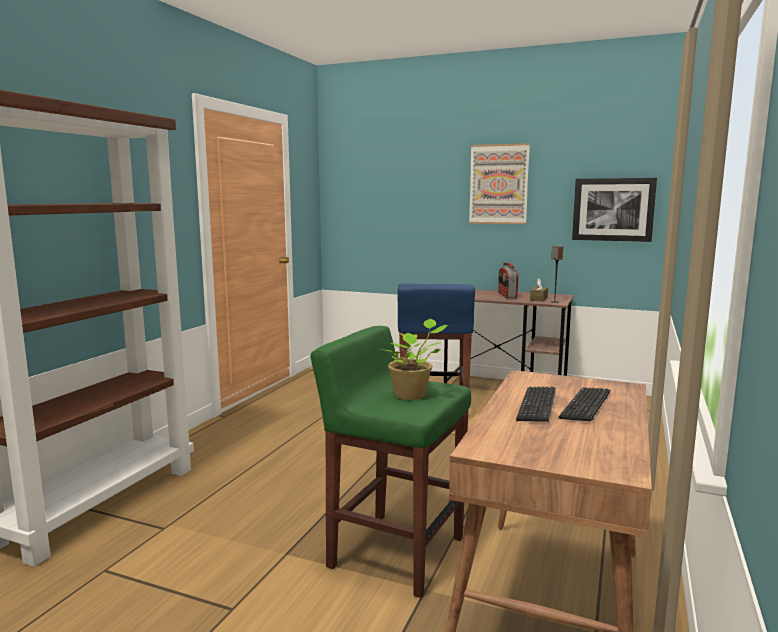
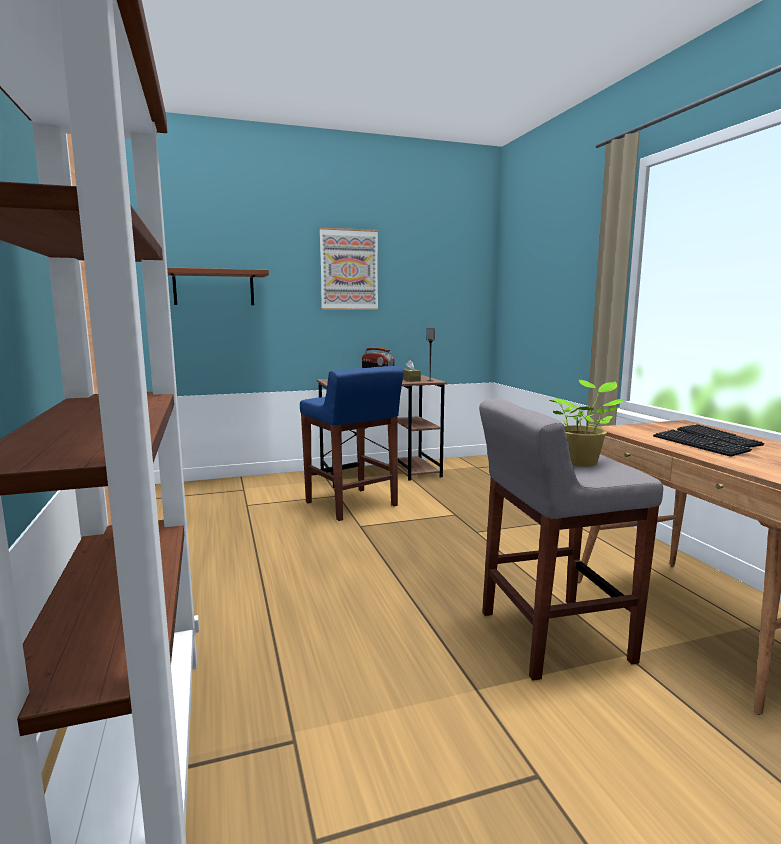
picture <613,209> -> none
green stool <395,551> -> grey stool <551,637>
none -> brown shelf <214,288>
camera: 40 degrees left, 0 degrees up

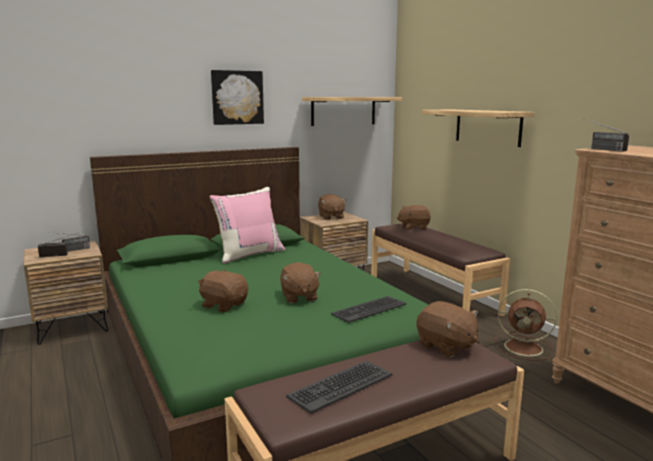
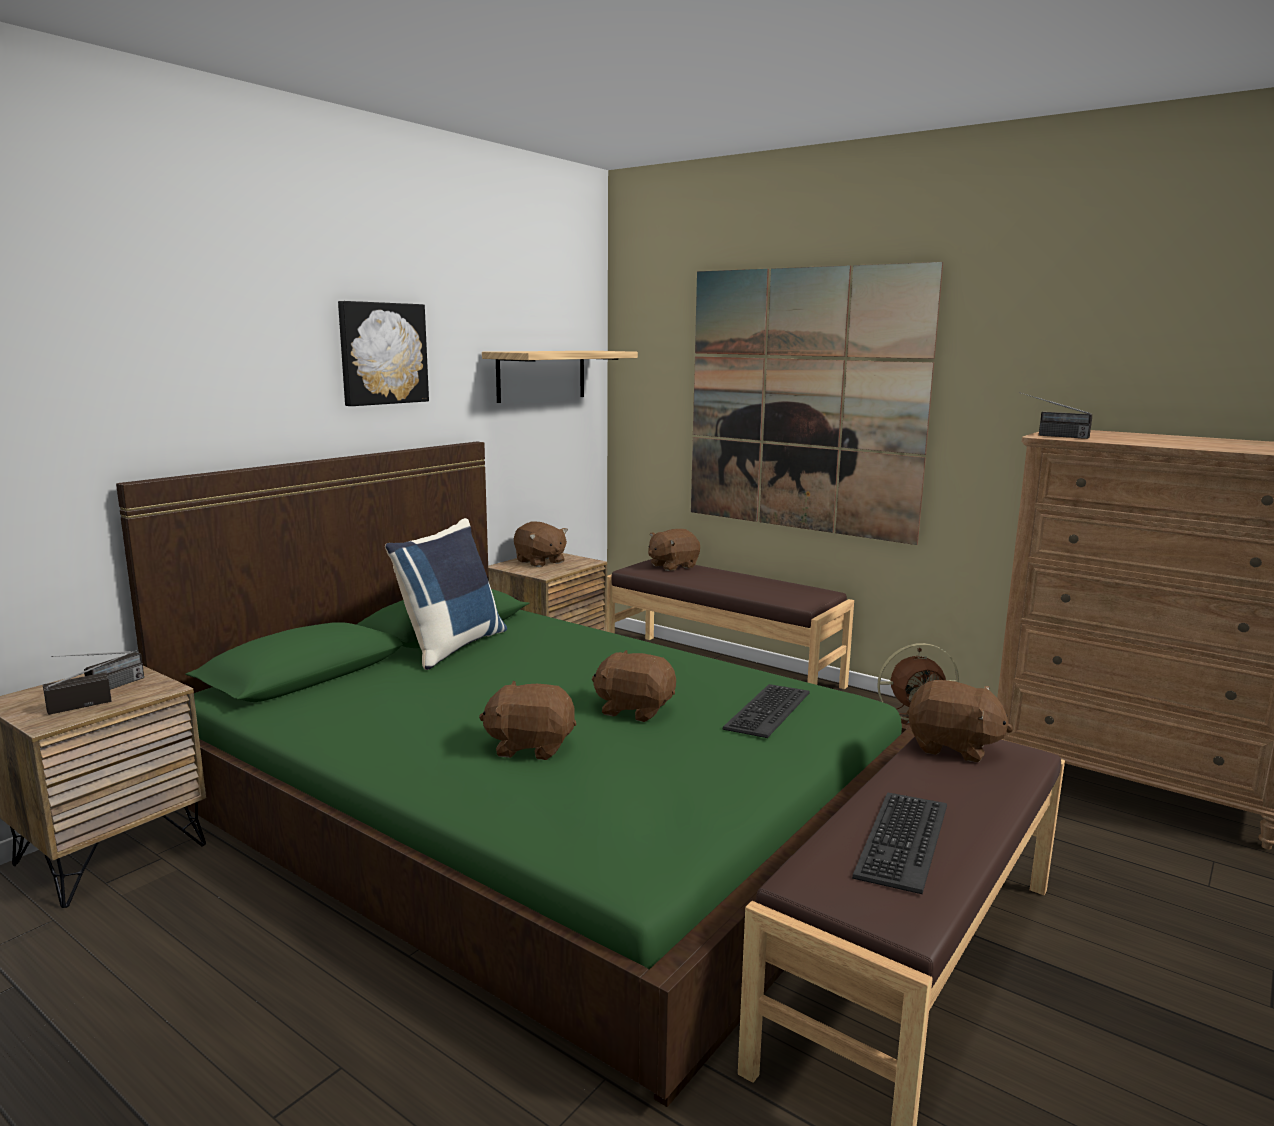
shelf <487,127> -> picture <803,401>
pink pillow <249,254> -> blue pillow <451,646>
brown plush toy <299,297> -> brown plush toy <634,709>, 150 degrees clockwise
camera: 25 degrees left, 0 degrees up

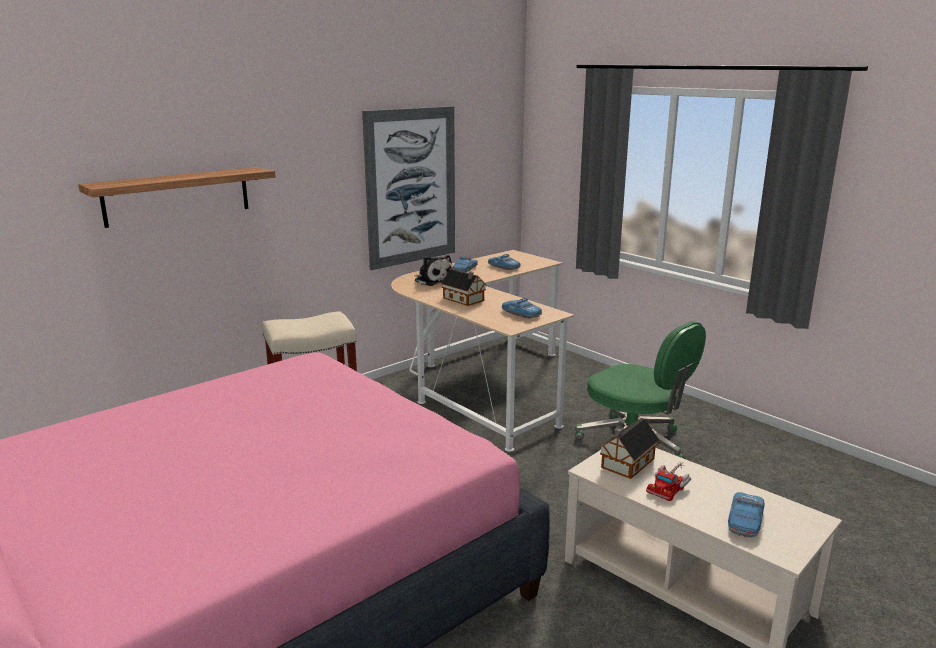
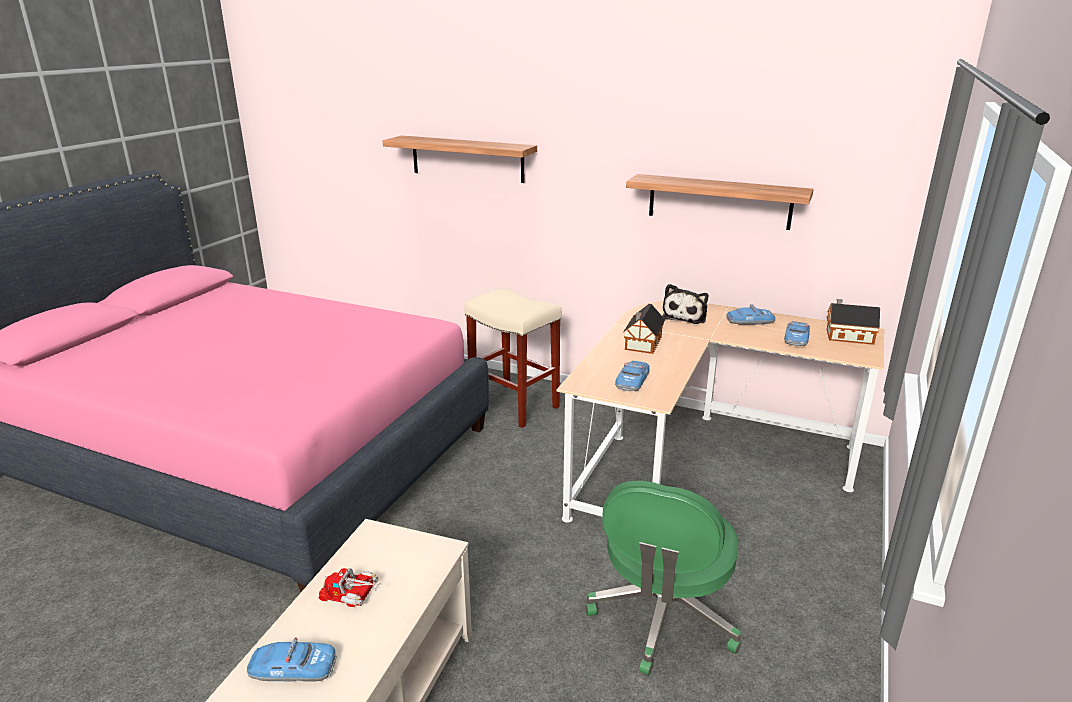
picture <411,187> -> shelf <719,201>
toy house <626,463> -> toy house <847,336>, shifted
camera: 65 degrees right, 5 degrees up

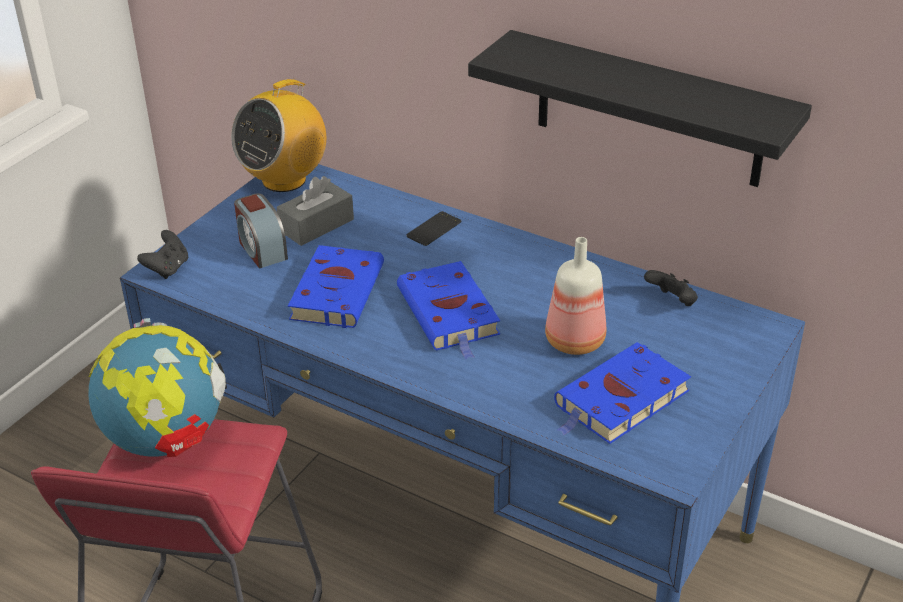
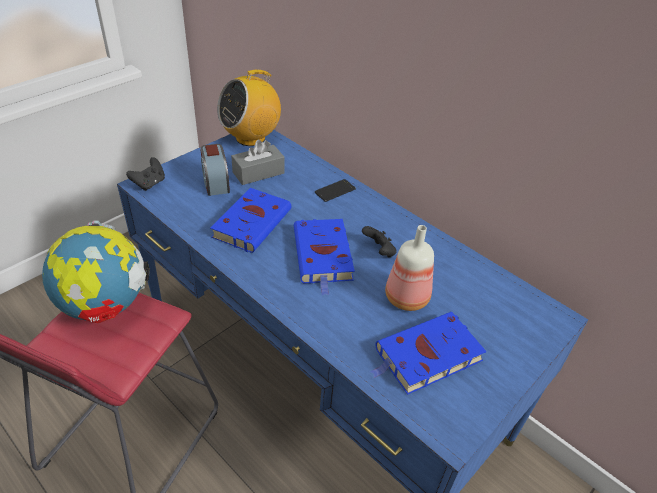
black shelf <649,110> -> none
black game controller <672,302> -> black game controller <379,251>, shifted
camera: 10 degrees right, 5 degrees up

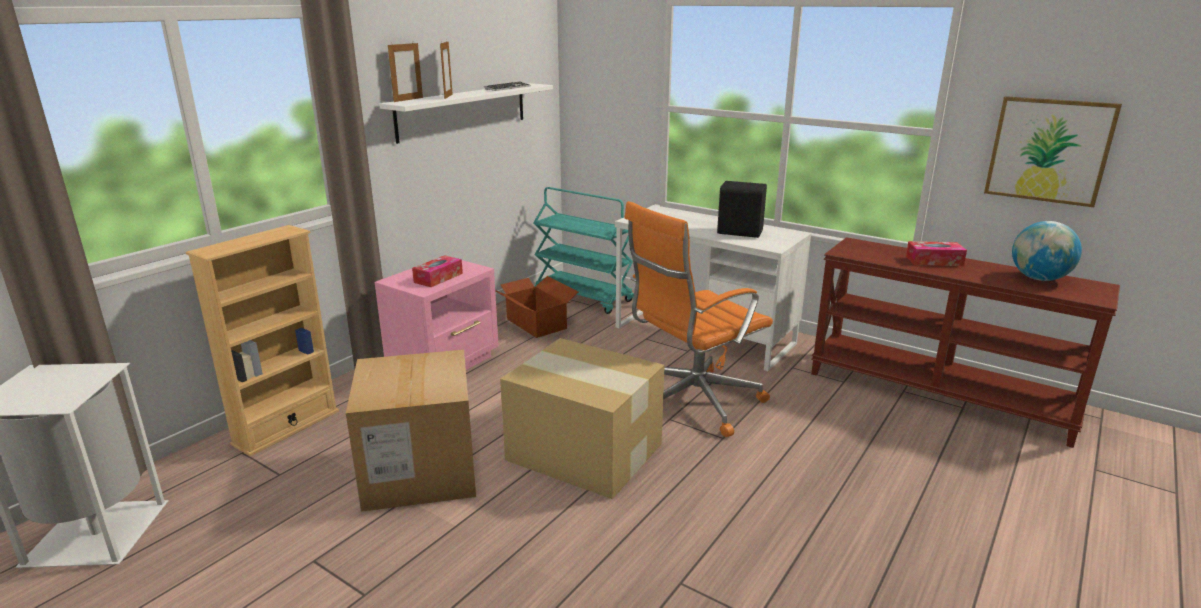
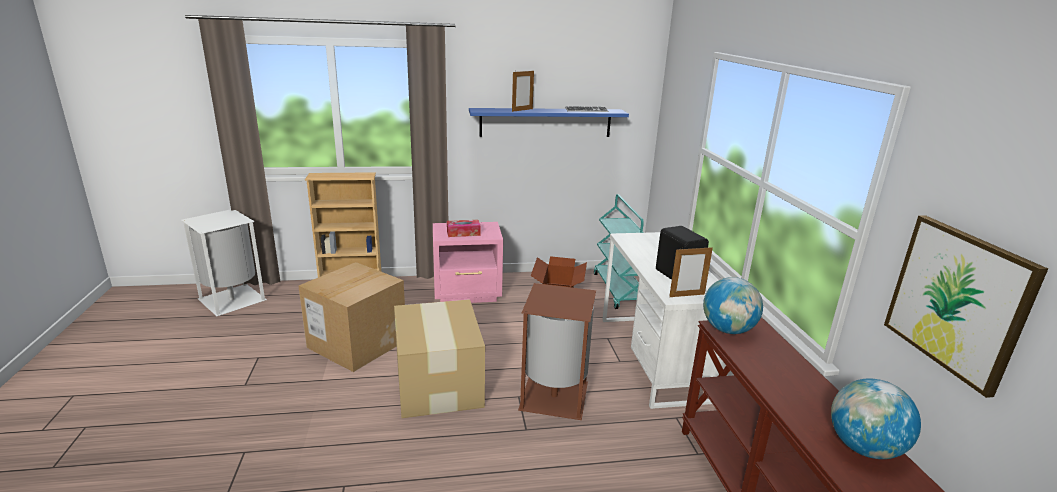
picture frame <408,99> -> picture frame <687,295>, shifted
white shelf <463,111> -> blue shelf <546,122>
orange office chair <692,402> -> brown trash can <553,395>
tissue box <934,261> -> none
none -> globe <728,330>
camera: 45 degrees right, 0 degrees up

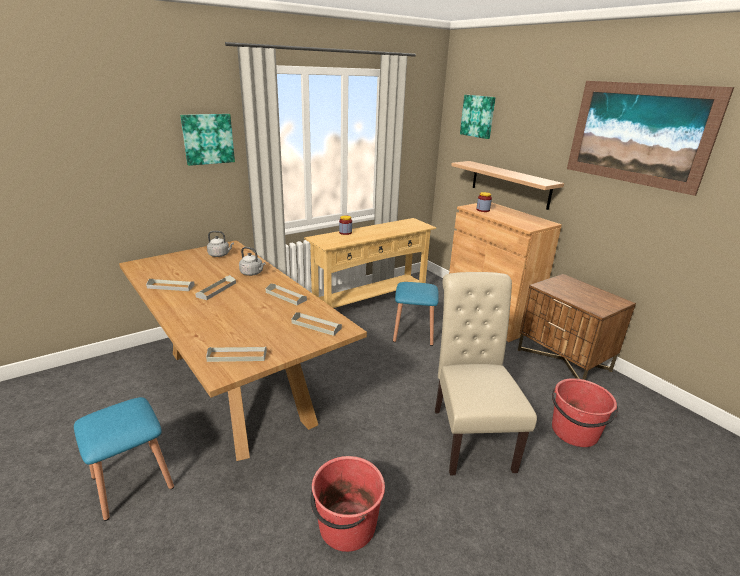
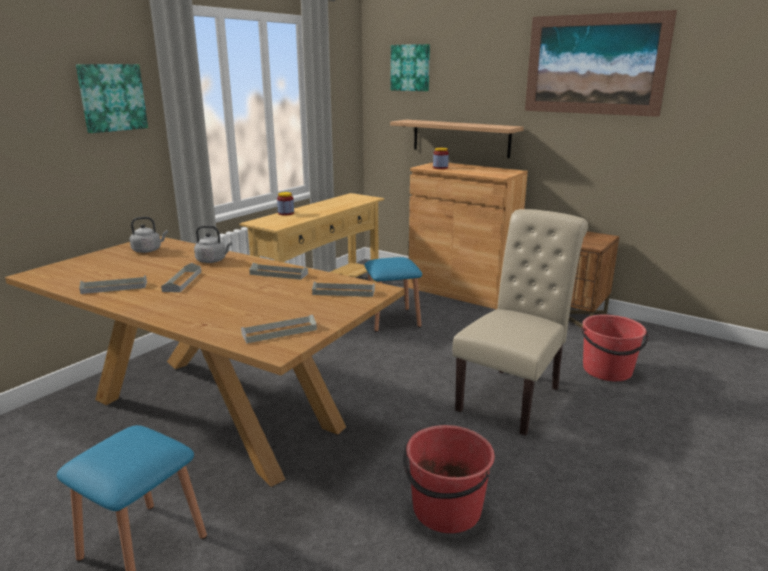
beige chair <469,434> -> beige chair <513,396>, 60 degrees clockwise
camera: 20 degrees left, 5 degrees down

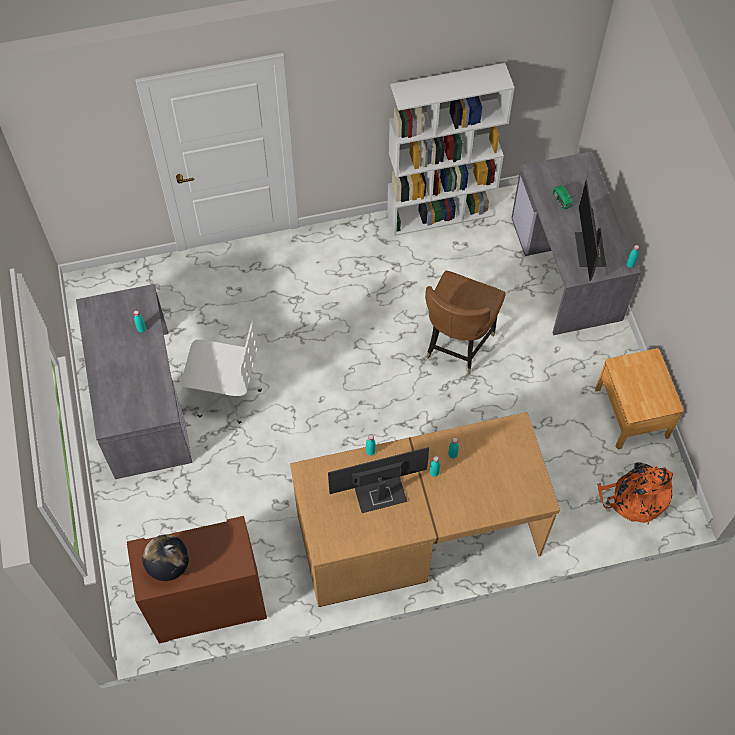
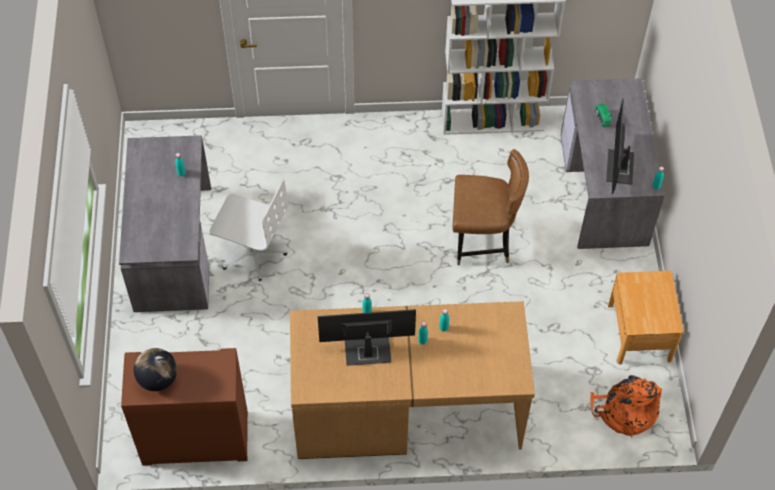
brown chair <457,344> -> brown chair <483,242>, 120 degrees counterclockwise
camera: 10 degrees right, 5 degrees down

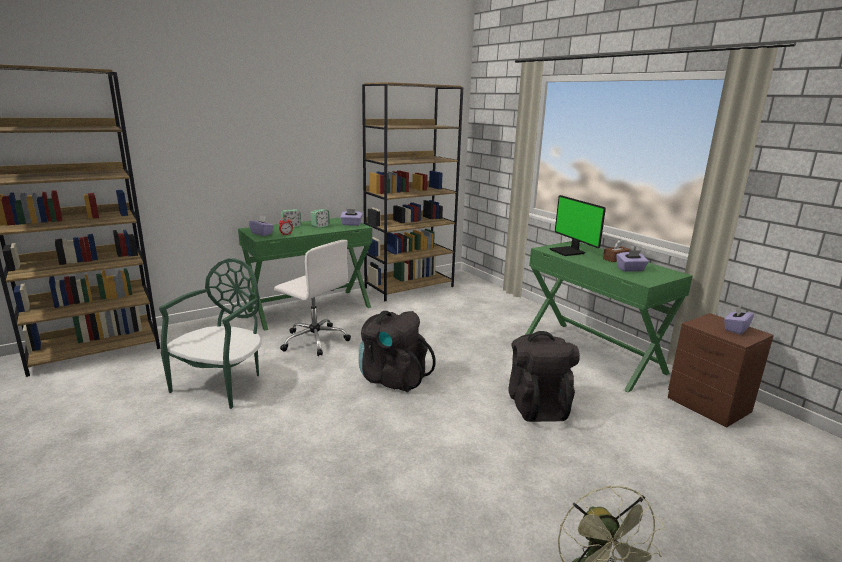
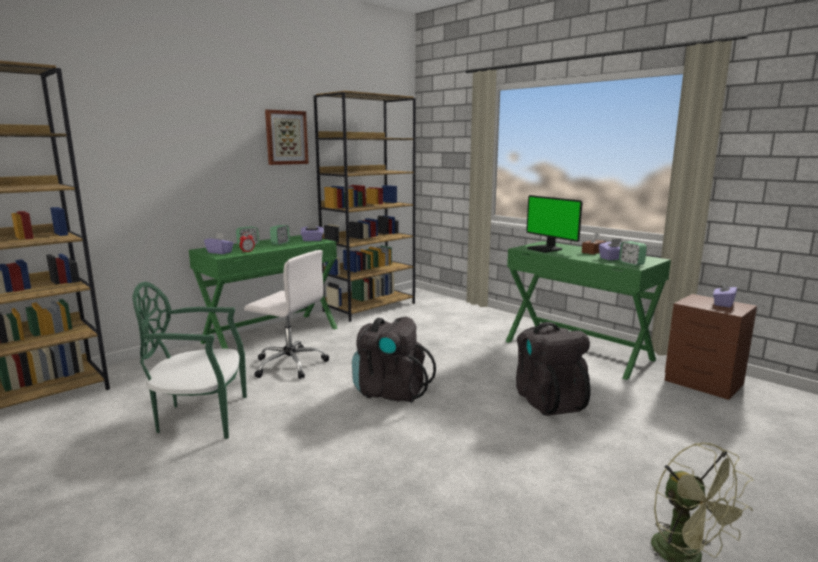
green chair <222,384> -> green chair <200,417>, 105 degrees counterclockwise
none -> picture <286,137>
none -> alarm clock <631,263>
camera: 10 degrees left, 5 degrees down

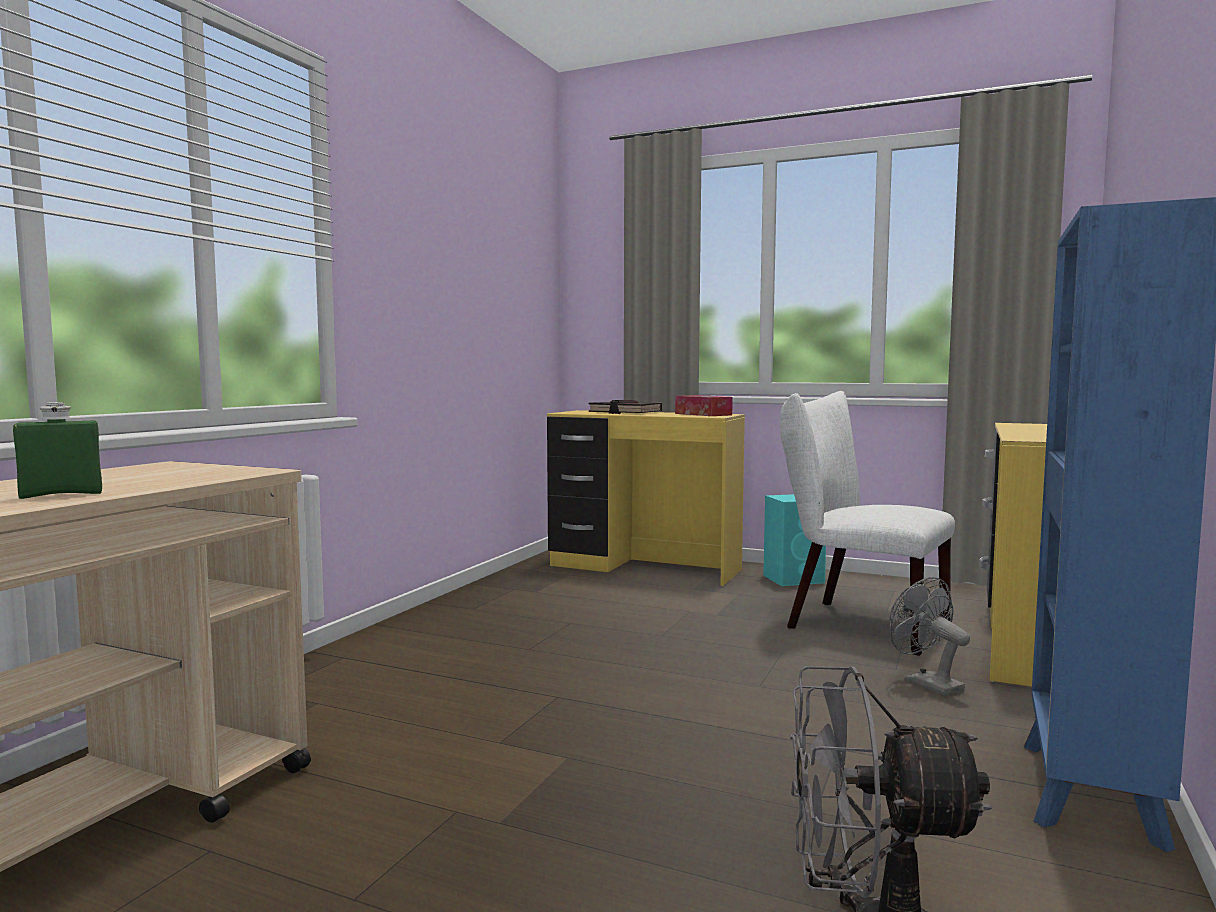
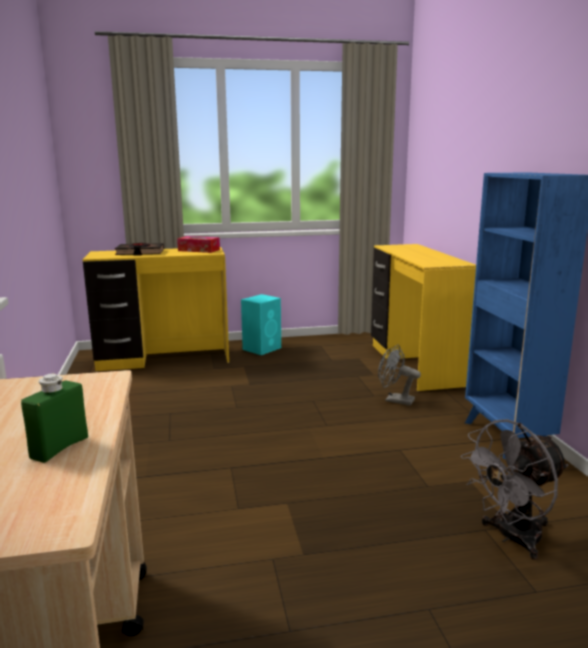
white chair <857,623> -> none
camera: 35 degrees left, 10 degrees up

